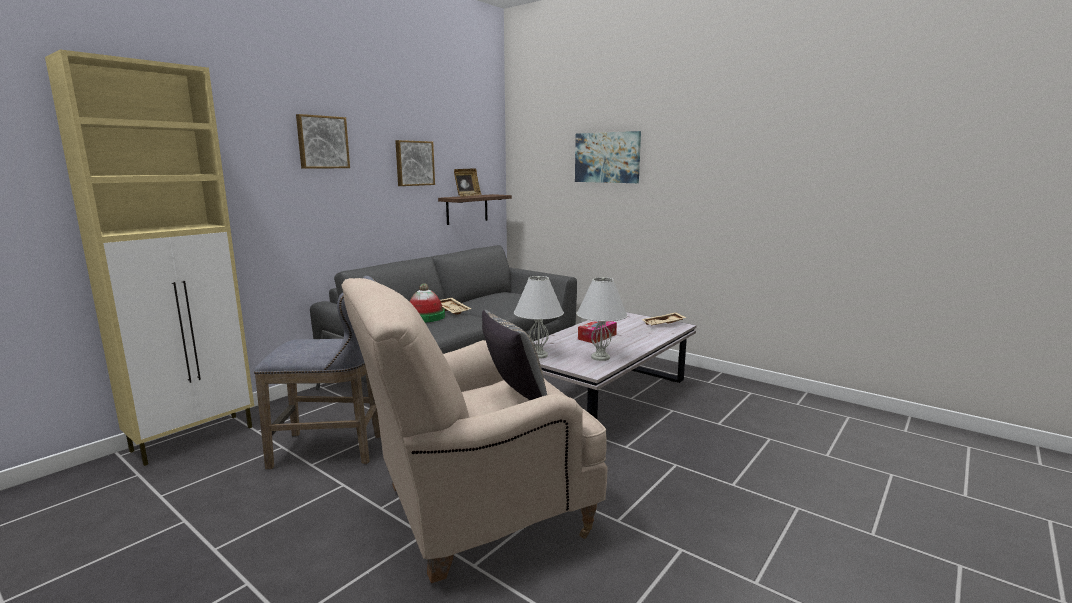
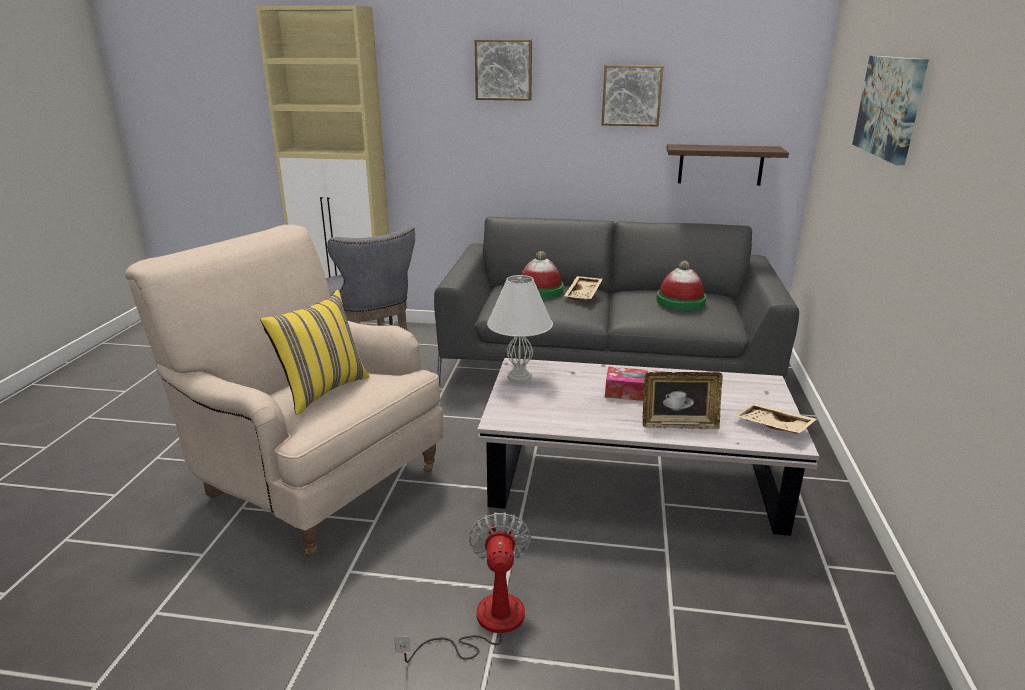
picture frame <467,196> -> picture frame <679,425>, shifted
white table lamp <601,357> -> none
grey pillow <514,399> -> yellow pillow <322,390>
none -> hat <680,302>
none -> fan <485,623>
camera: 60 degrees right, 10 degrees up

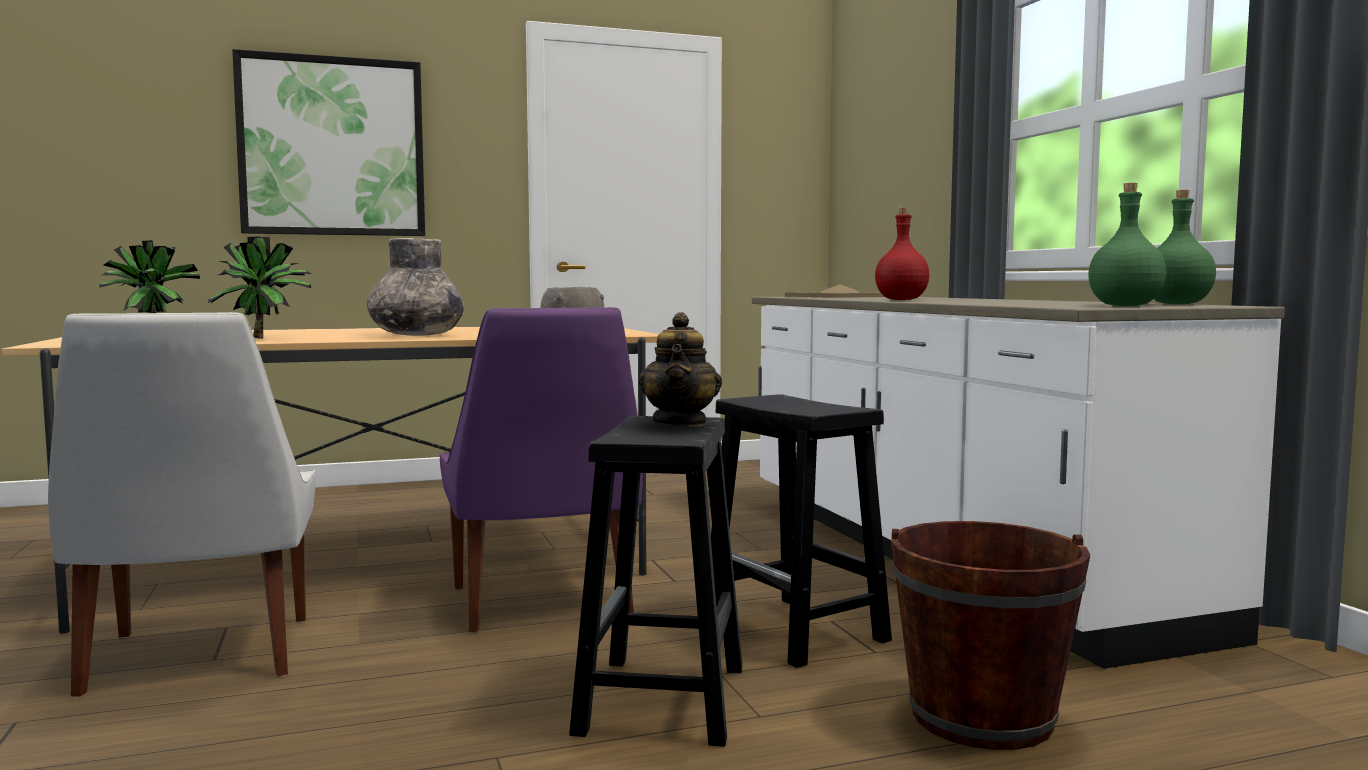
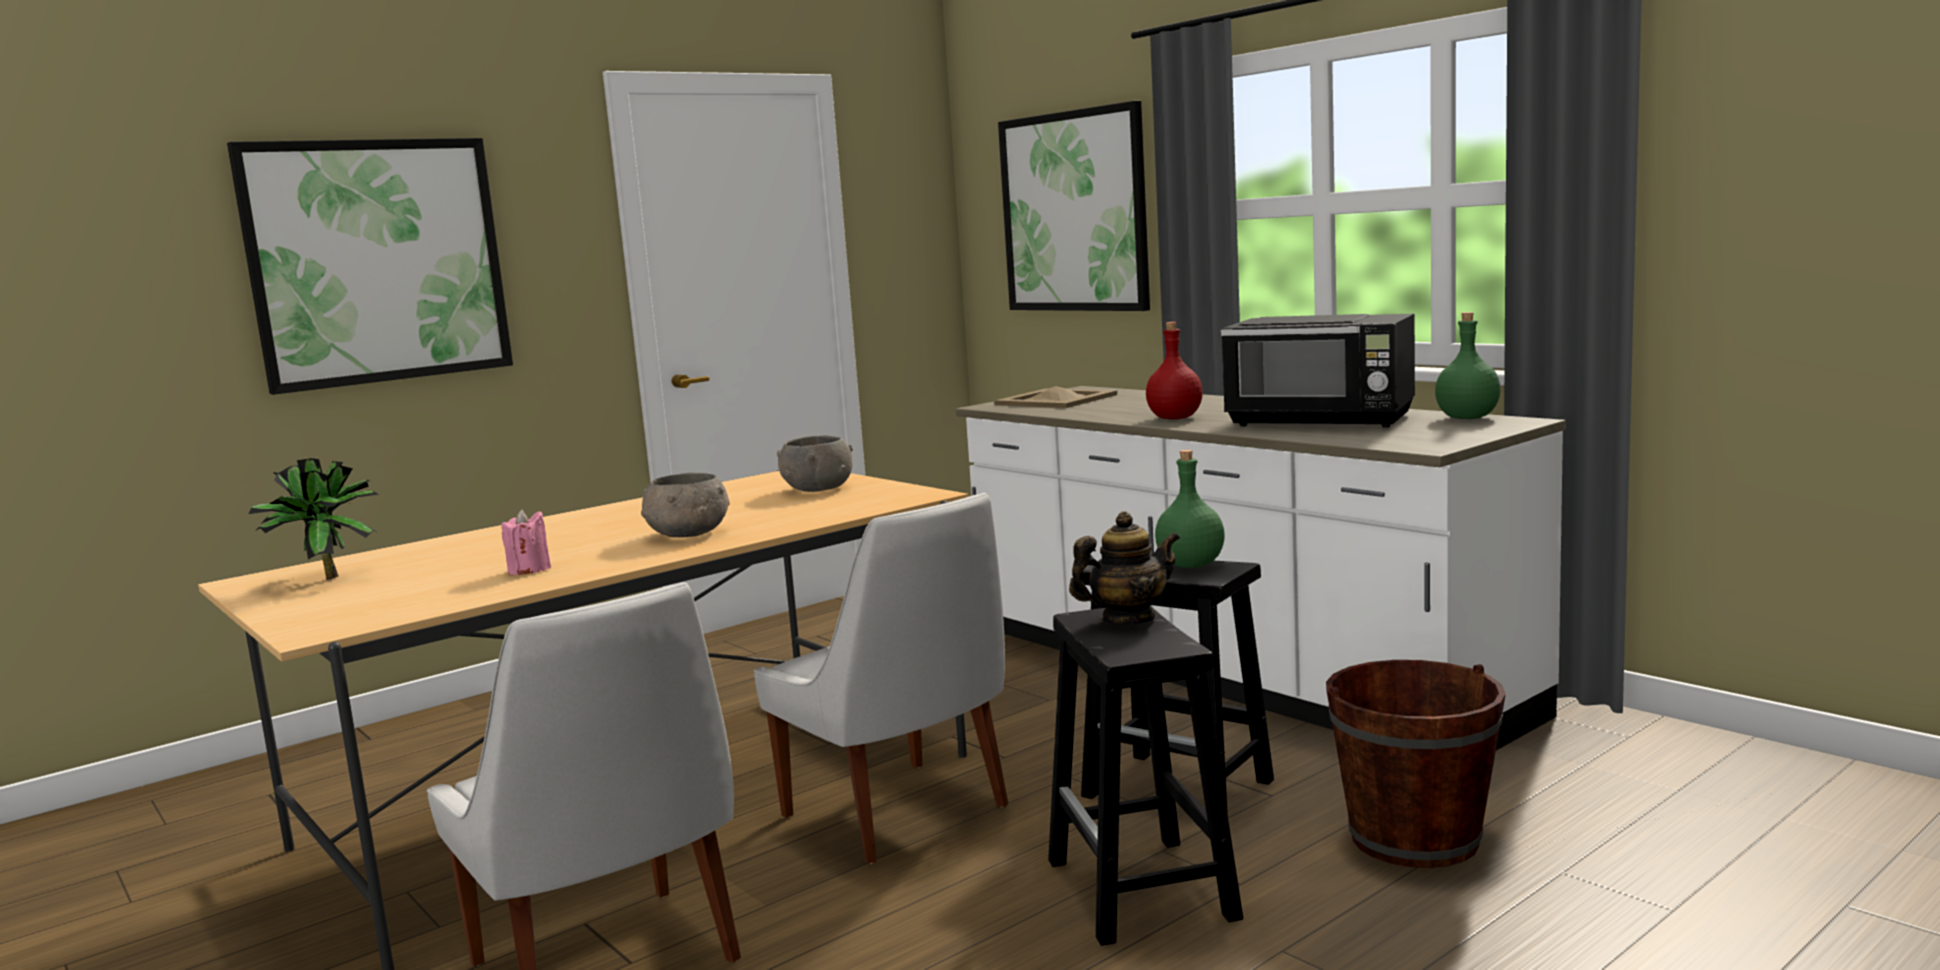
green bottle <1124,305> -> green bottle <1190,565>, shifted
potted plant <266,338> -> pink candle <529,570>
grey vase <416,335> -> grey bowl <688,534>
purple chair <542,603> -> white chair <900,814>
teapot <681,423> -> teapot <1127,619>, 90 degrees counterclockwise
none -> picture <1074,212>
none -> black microwave <1322,421>
camera: 20 degrees left, 5 degrees up

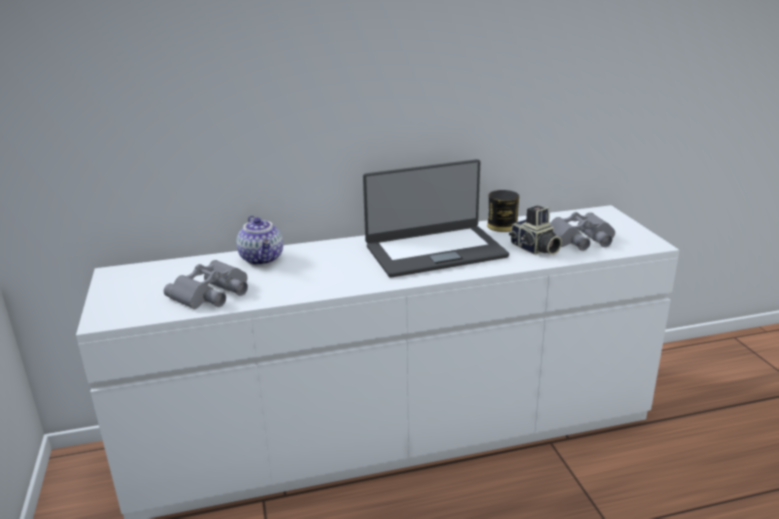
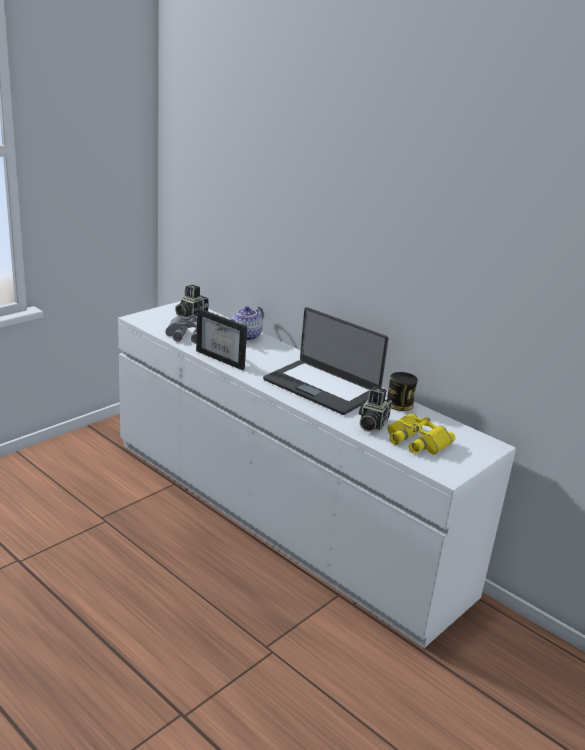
grey binoculars <580,239> -> yellow binoculars <416,440>
none -> photo camera <190,314>
none -> picture frame <225,358>
camera: 55 degrees right, 0 degrees up

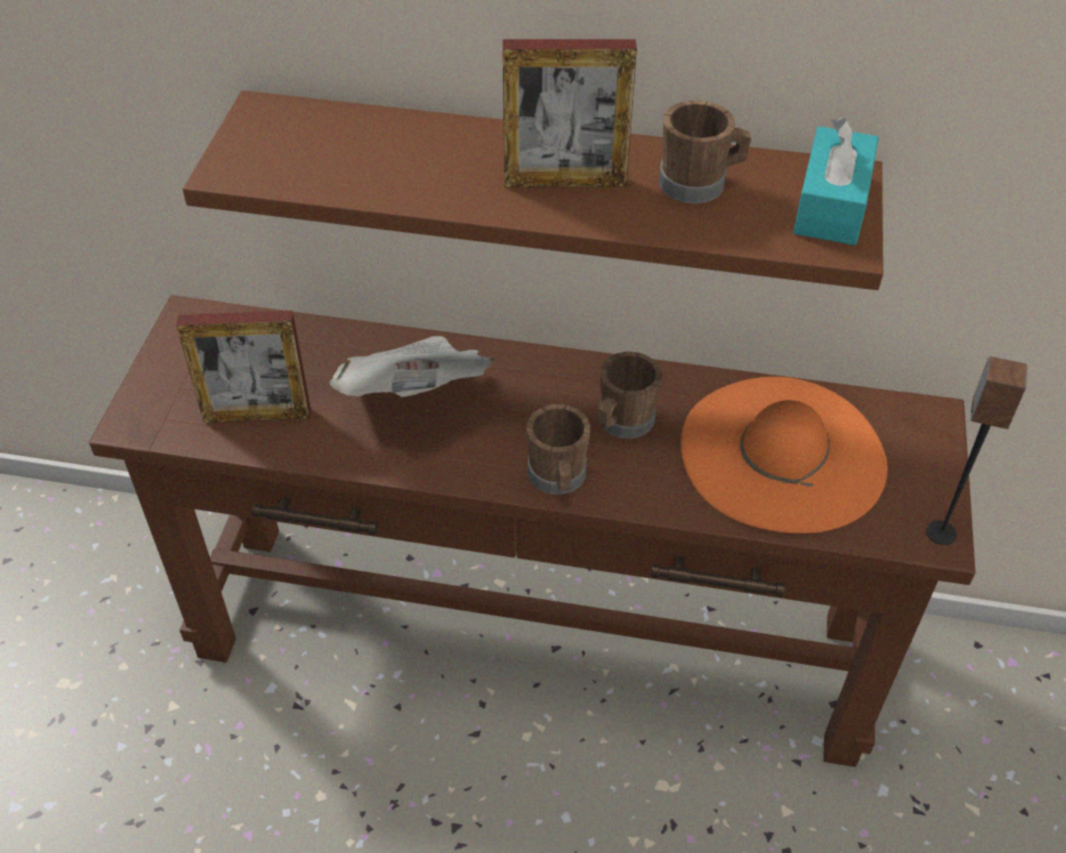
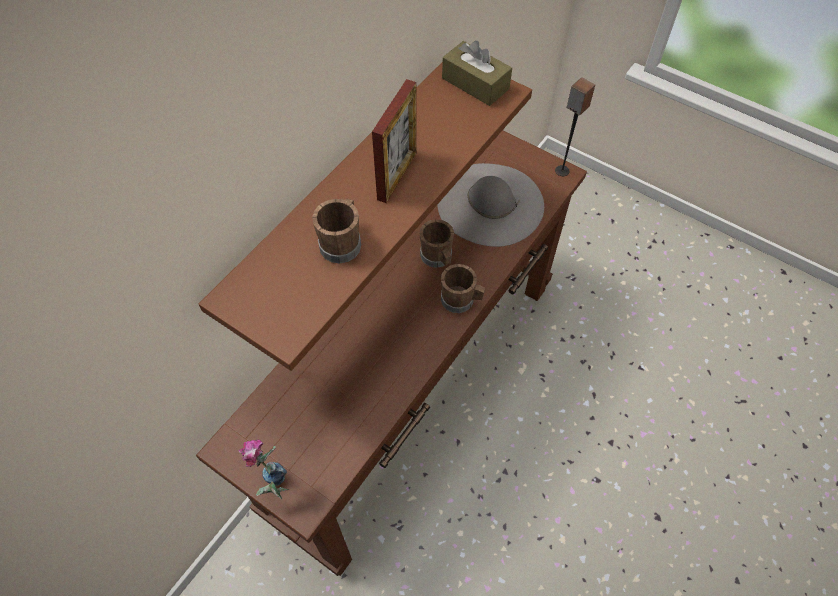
brown mug <699,184> -> brown mug <342,242>, shifted
turquoise tissue box <831,205> -> brown tissue box <475,83>
picture frame <257,415> -> none
newspaper <416,396> -> none
orange hat <782,453> -> grey hat <490,204>
none -> vase <275,489>
camera: 65 degrees left, 10 degrees up

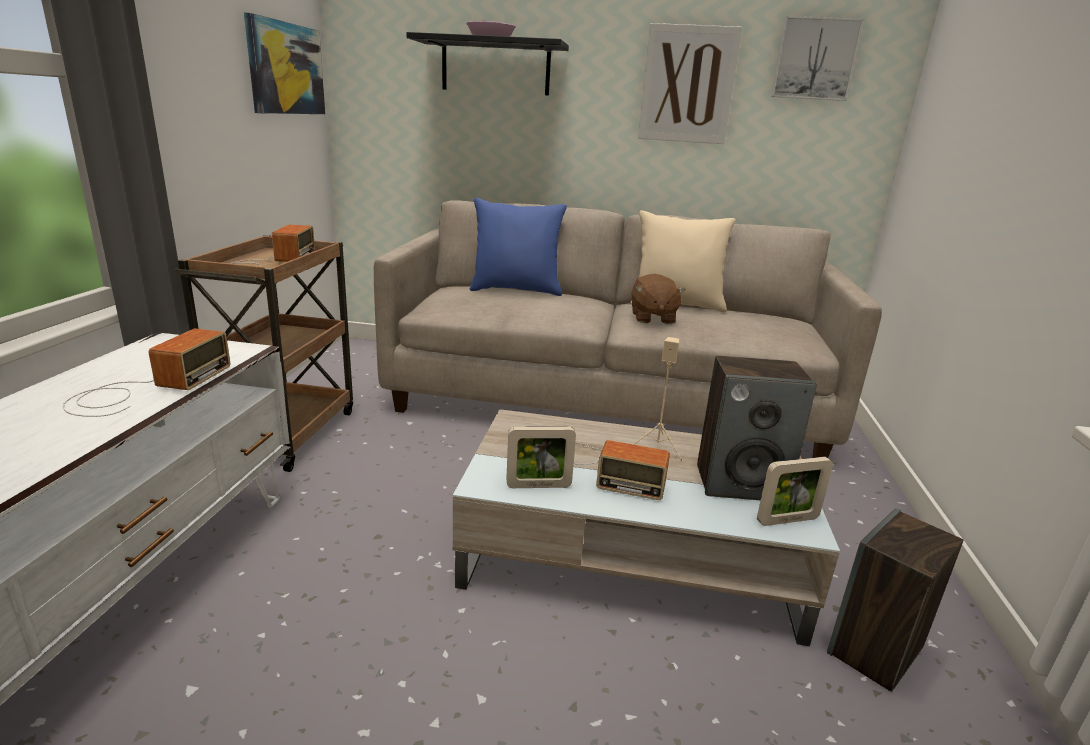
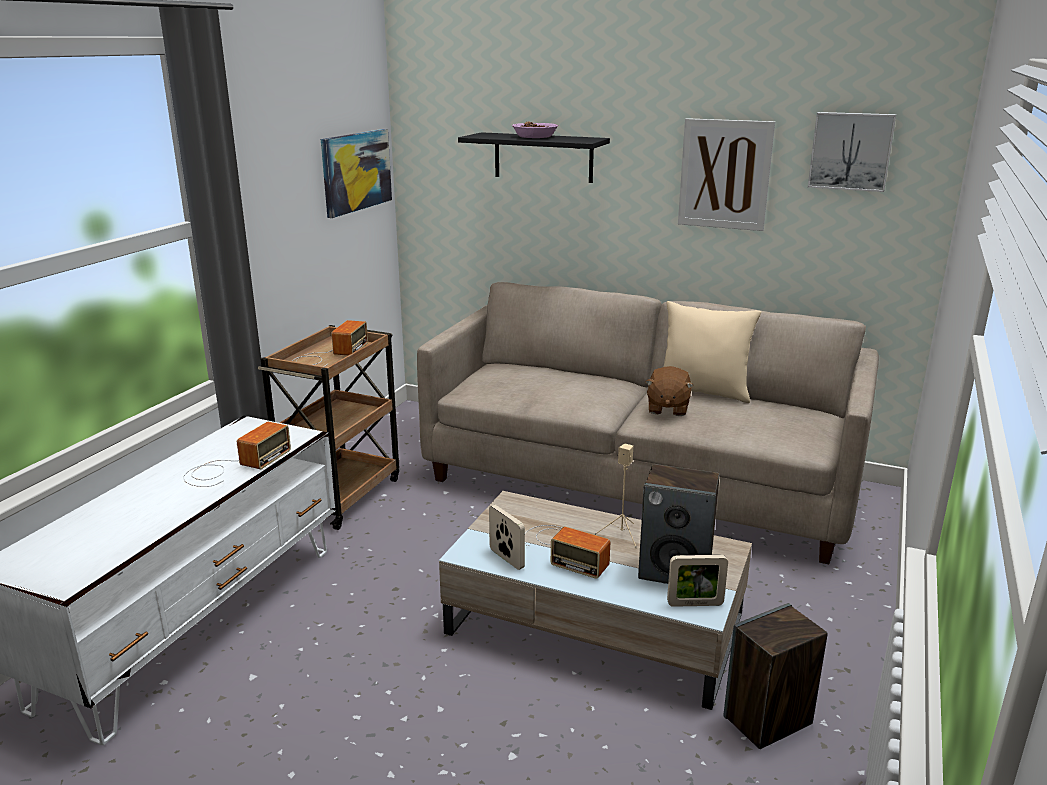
blue pillow <516,290> -> none
picture frame <538,486> -> picture frame <506,559>, 135 degrees counterclockwise
camera: 15 degrees right, 0 degrees up

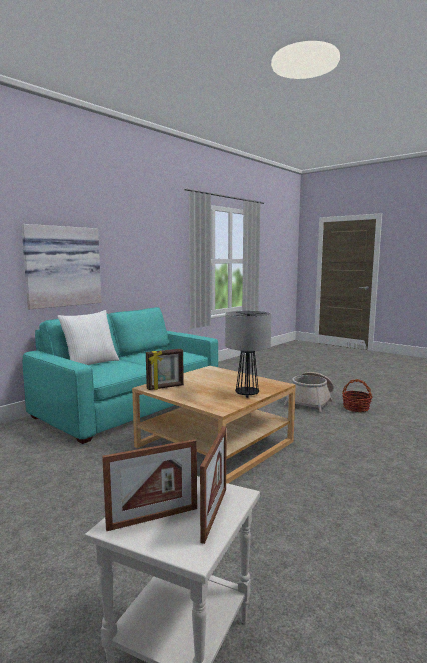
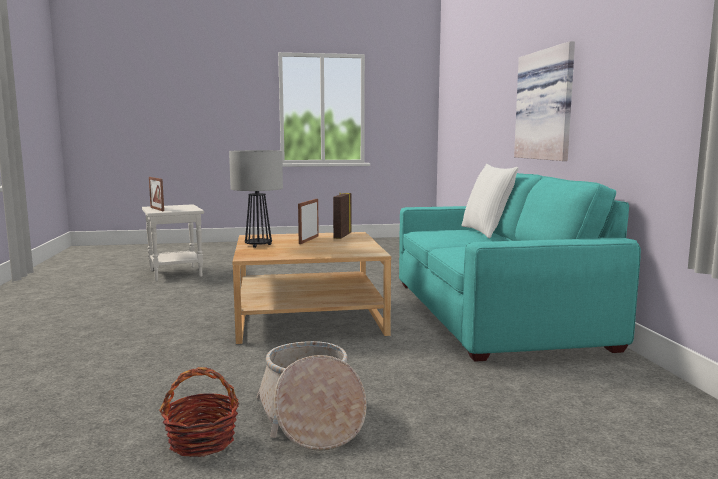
picture frame <153,518> -> picture frame <309,240>, shifted
camera: 130 degrees right, 0 degrees up

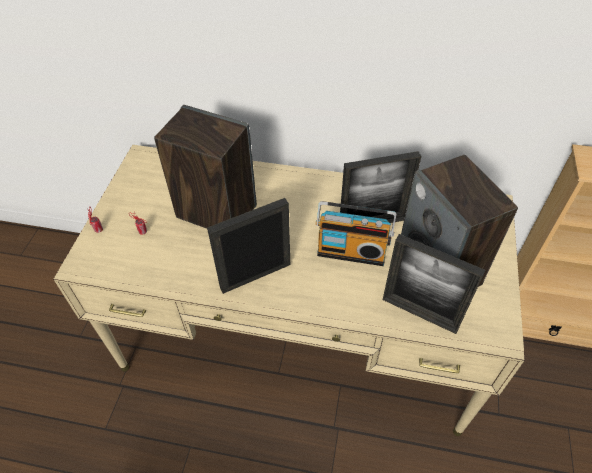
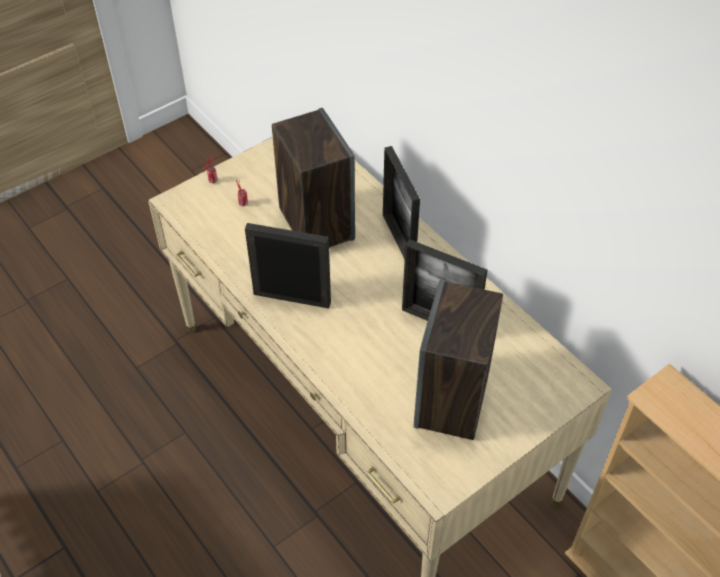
radio <351,251> -> none
picture frame <419,313> -> picture frame <398,239>, shifted
camera: 40 degrees right, 0 degrees up

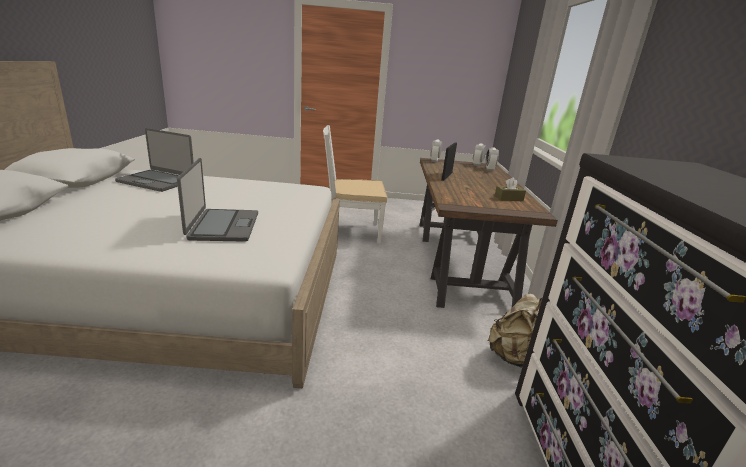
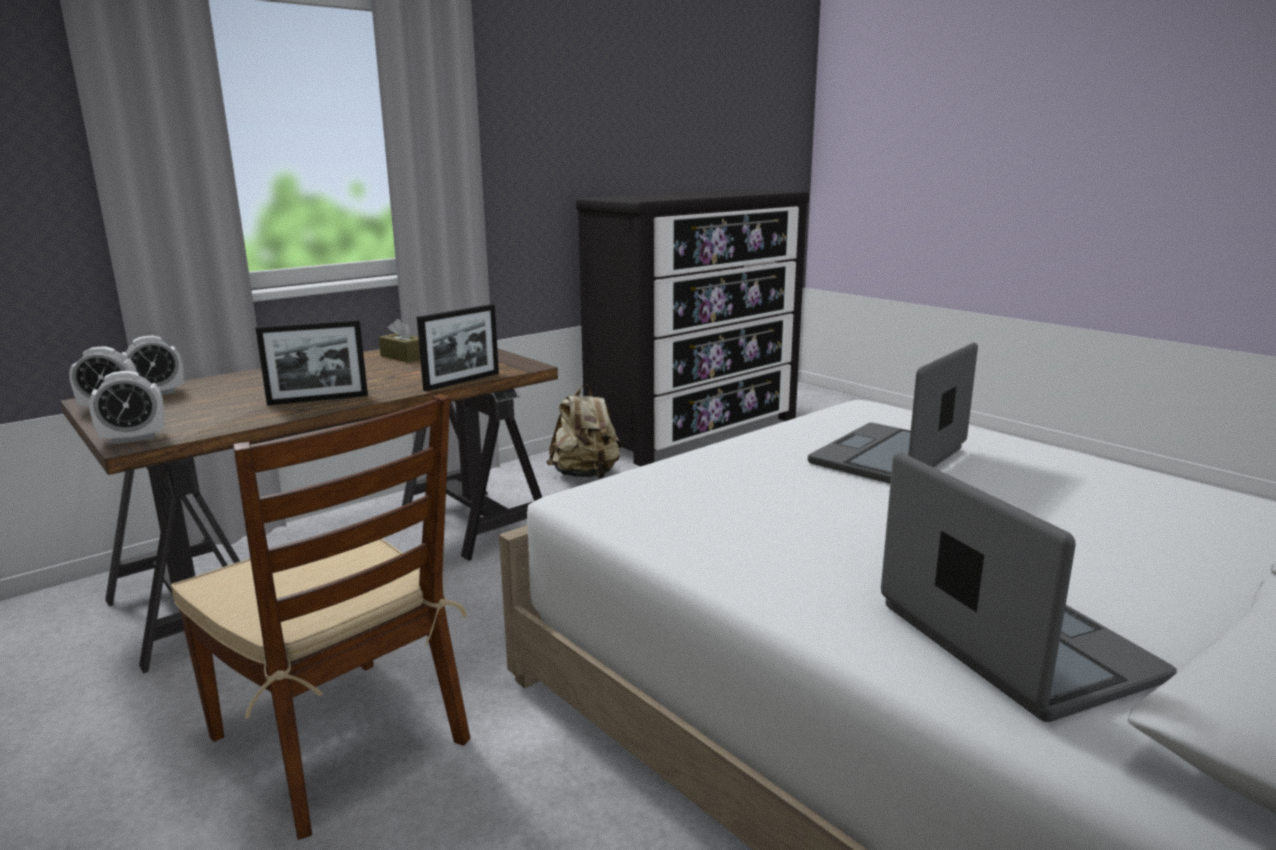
white chair <350,232> -> brown chair <341,740>
none -> picture frame <462,381>
camera: 130 degrees left, 5 degrees down

